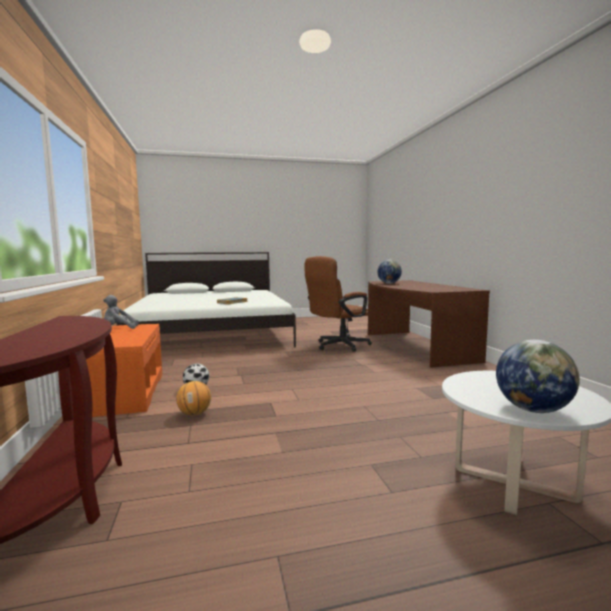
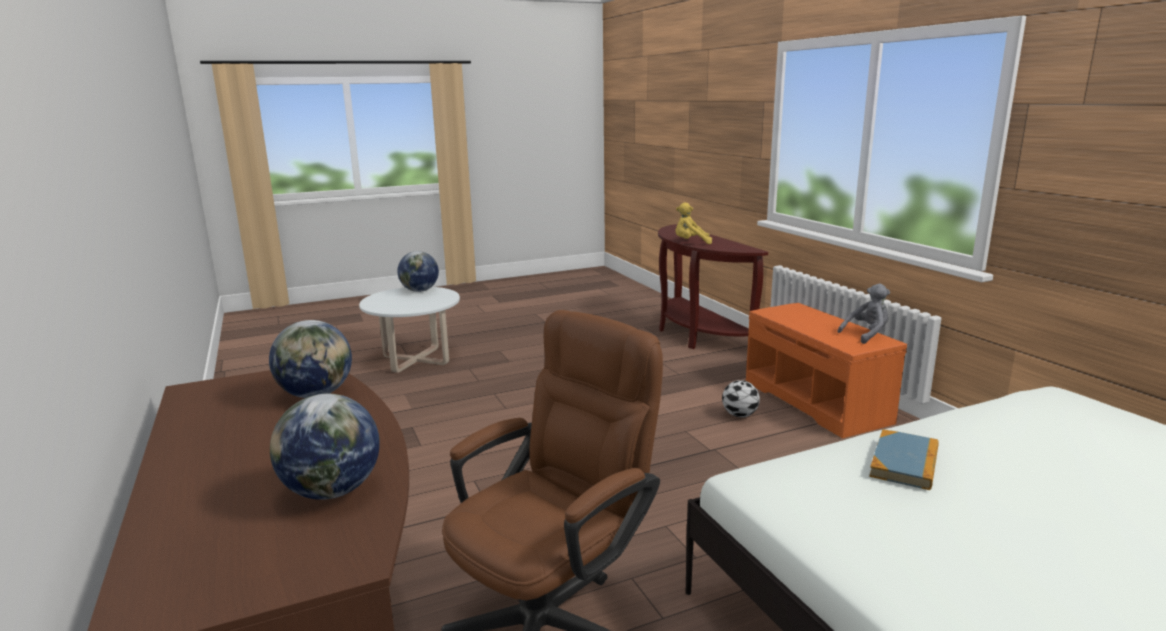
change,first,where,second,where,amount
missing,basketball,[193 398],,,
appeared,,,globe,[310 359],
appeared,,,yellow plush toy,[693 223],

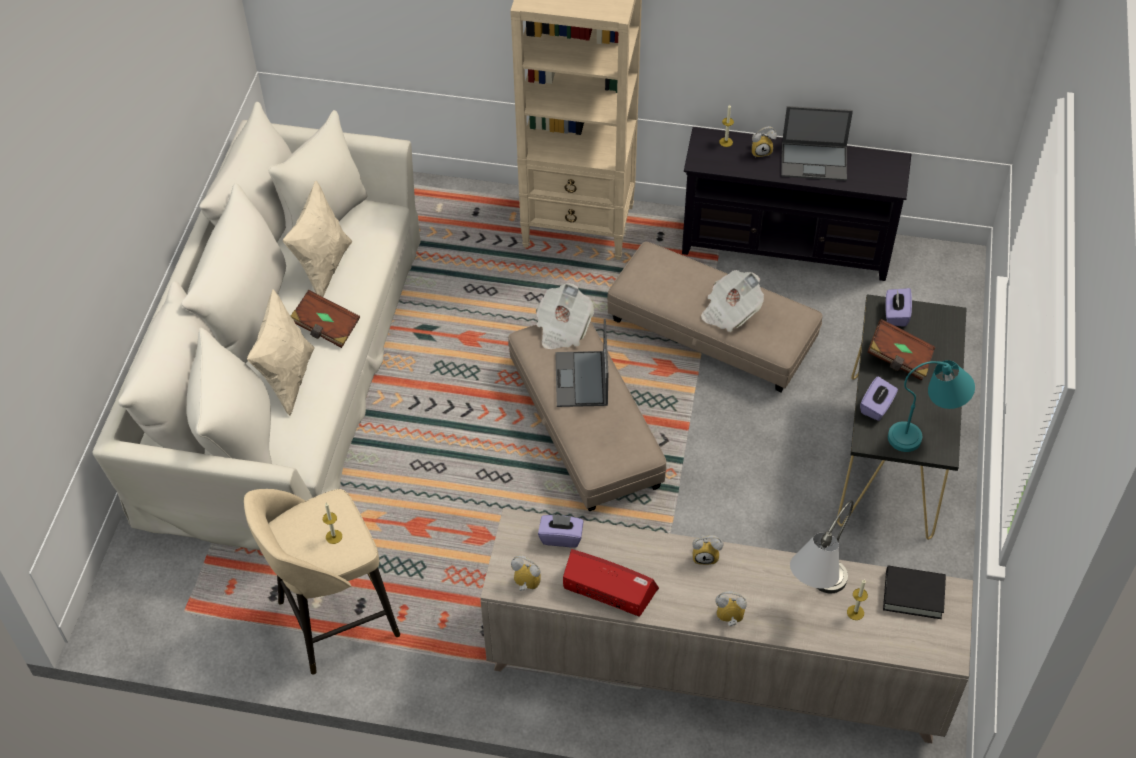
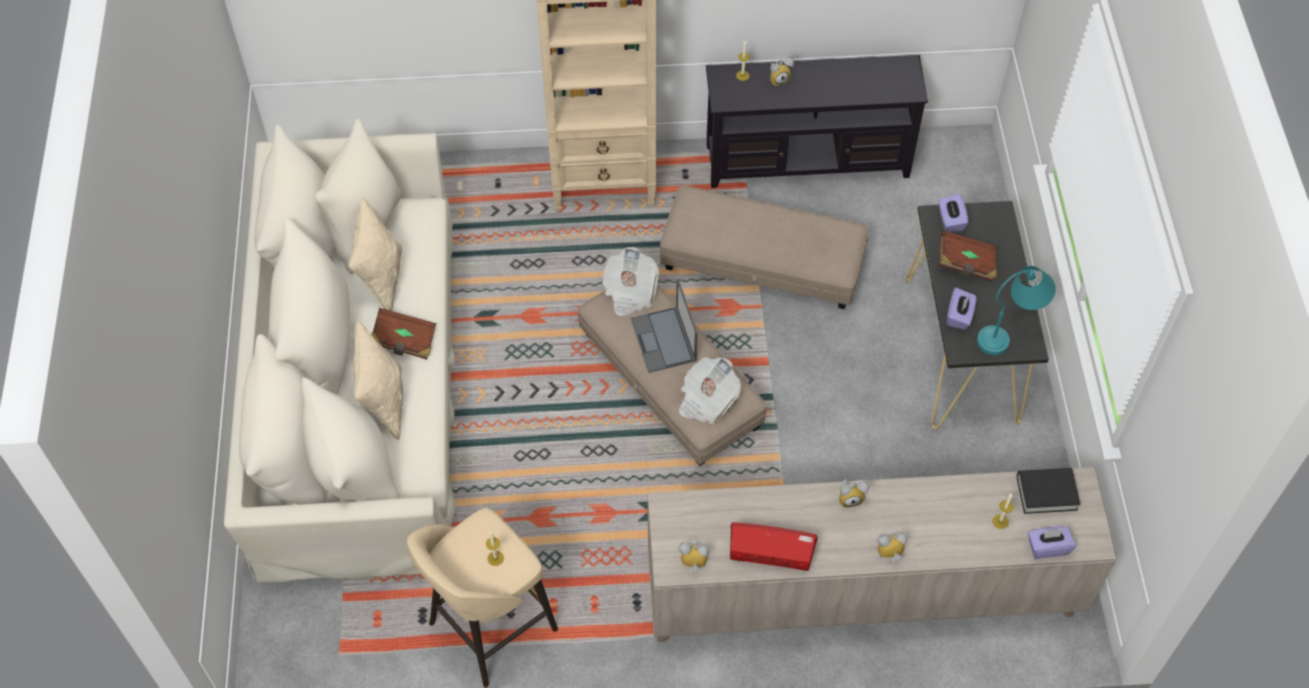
change,first,where,second,where,amount
relocated,purple tissue box,[561 531],,[1052 542],
relocated,newspaper,[732 301],,[710 390],
missing,laptop,[817 143],,,
missing,grey table lamp,[822 546],,,

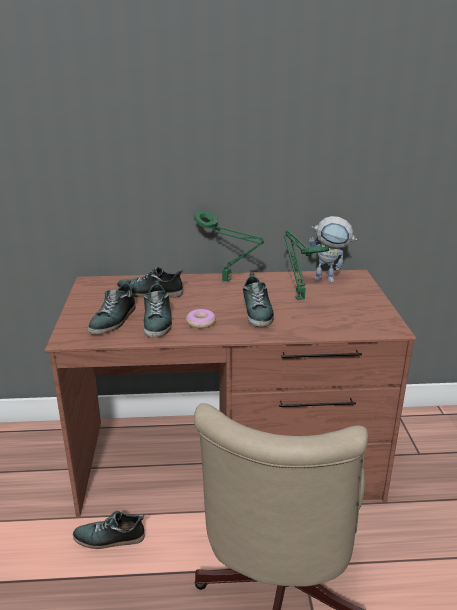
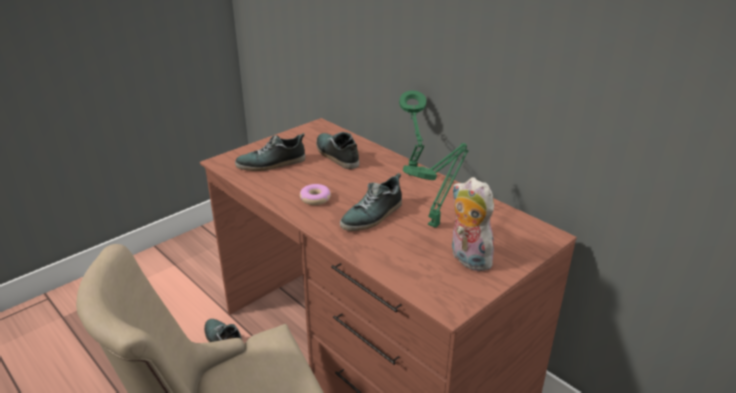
change,first,where,second,where,amount
missing,shoe,[158 309],,,
missing,toy robot,[333 249],,,
appeared,,,plush toy,[473 224],

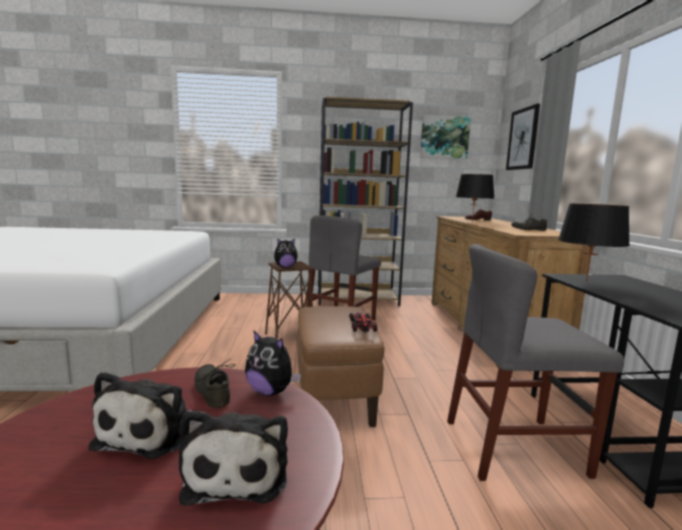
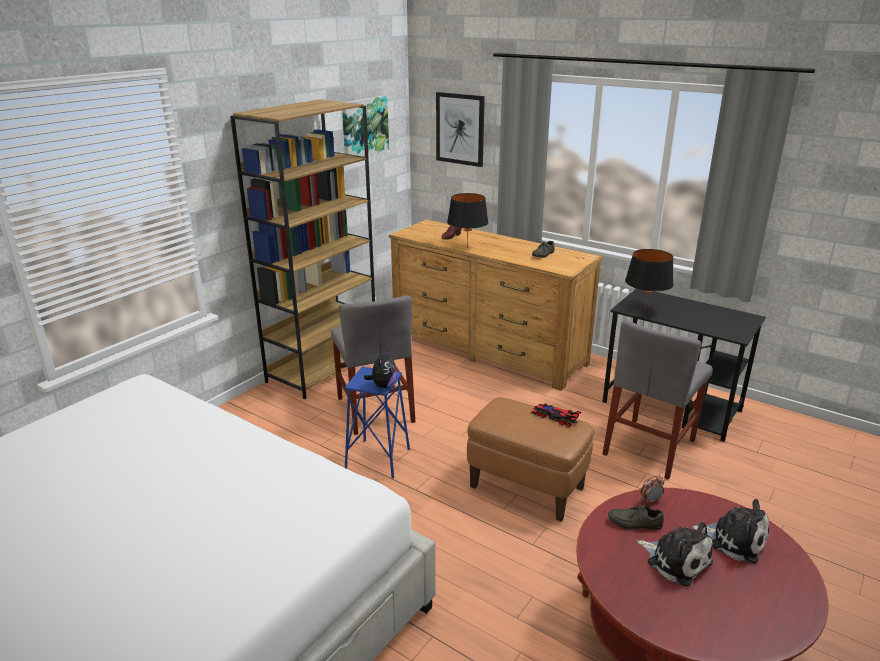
change,first,where,second,where,amount
exchanged,plush toy,[273 363],alarm clock,[652 490],
colour,brown stool,[289 300],blue stool,[377 422],

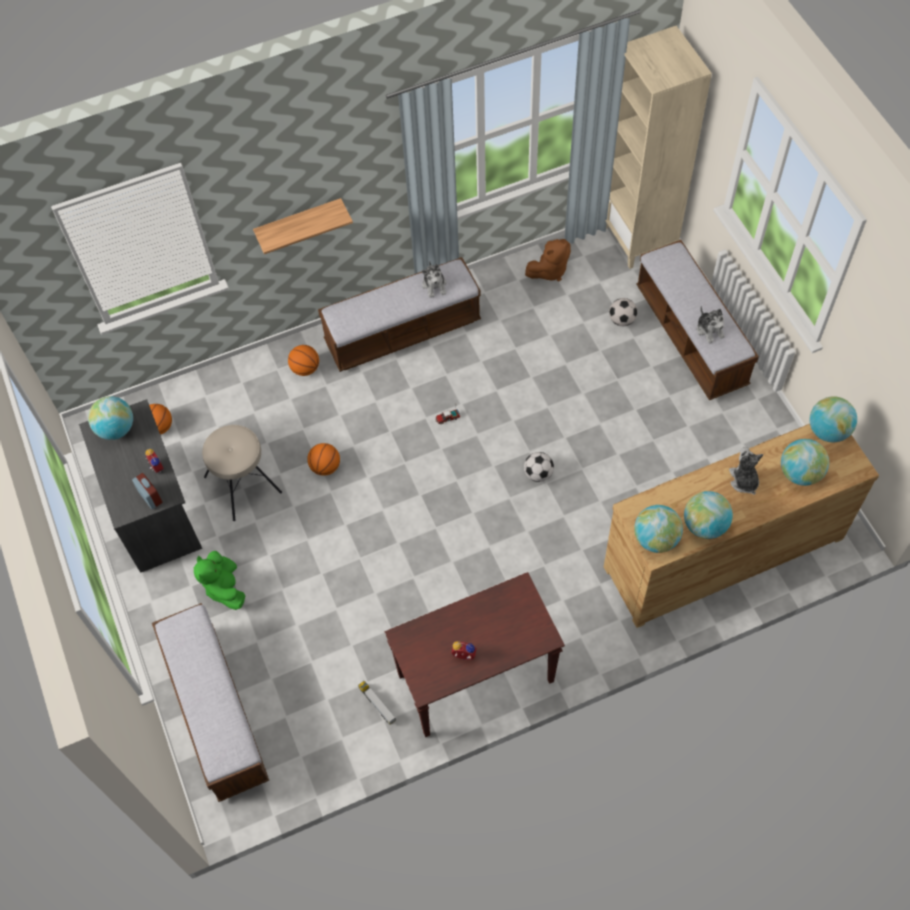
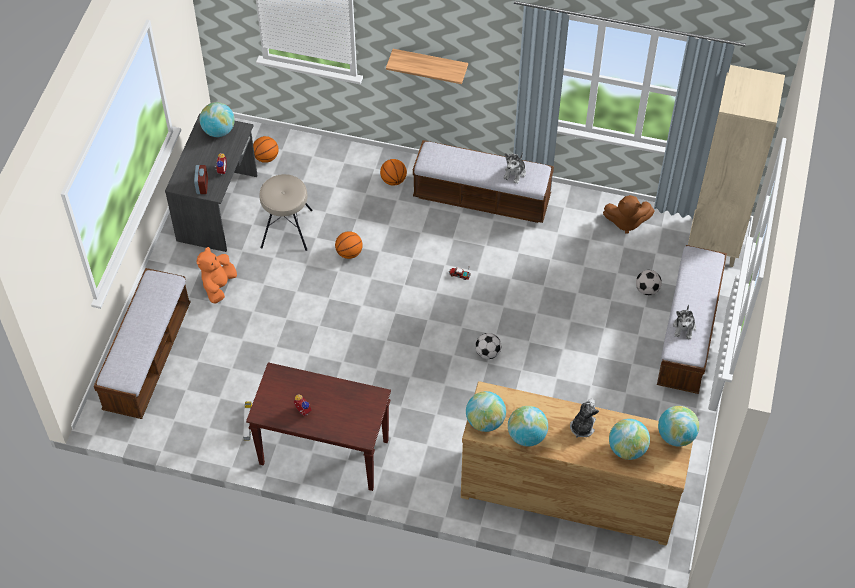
change,first,where,second,where,amount
colour,green plush toy,[219 580],orange plush toy,[217 275],

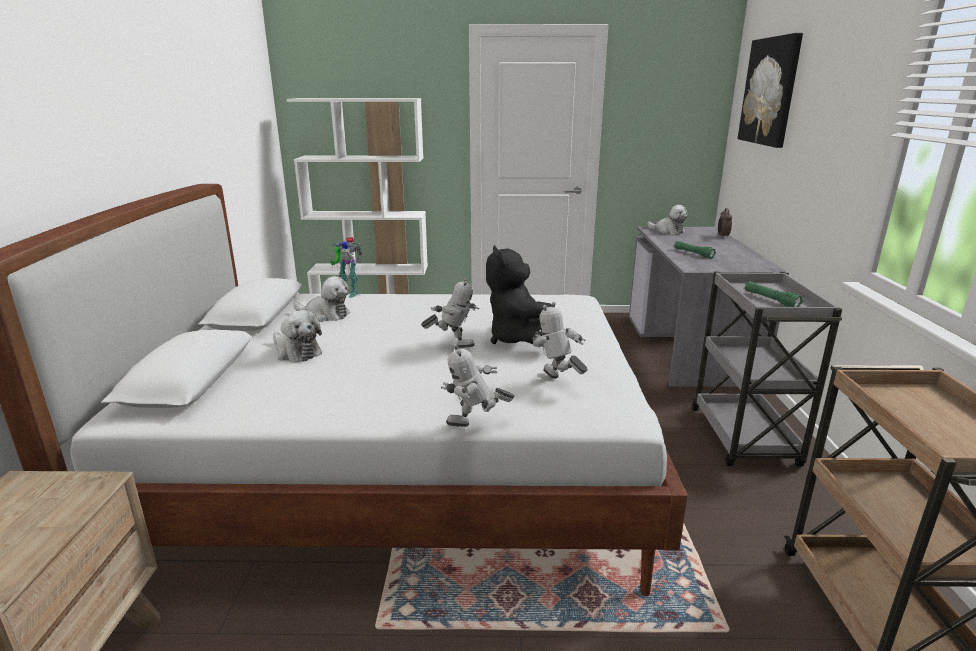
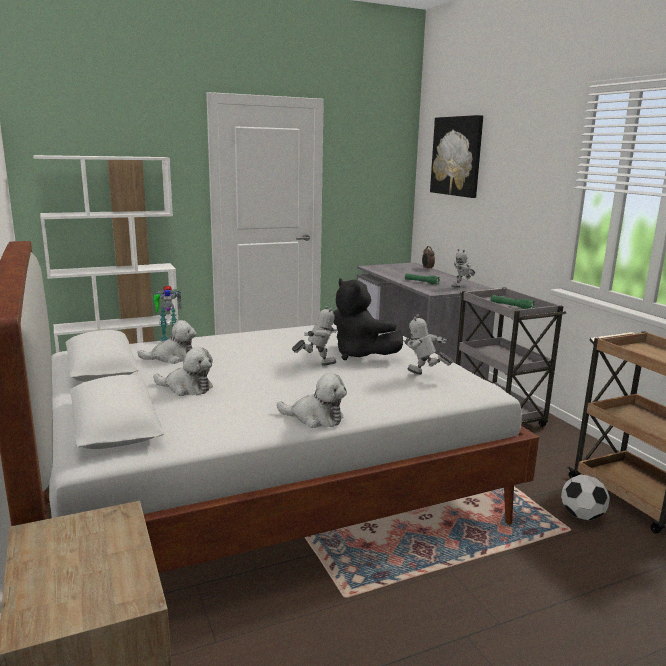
change,first,where,second,where,amount
relocated,toy robot,[478 385],,[463 268],
relocated,plush toy,[667 219],,[312 400],
appeared,,,football,[585 497],

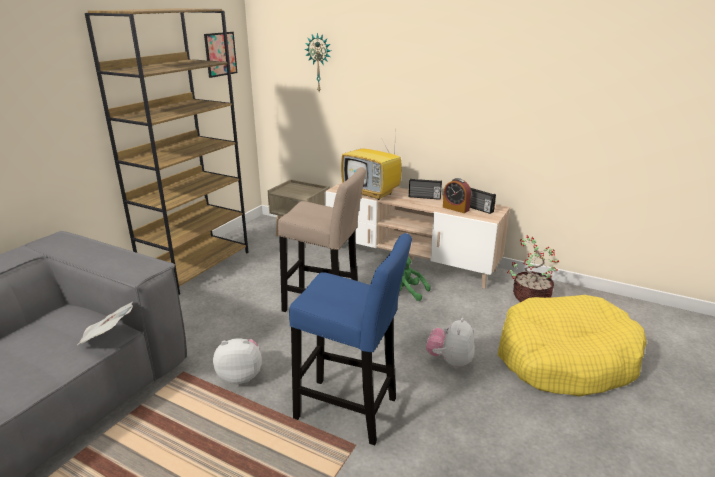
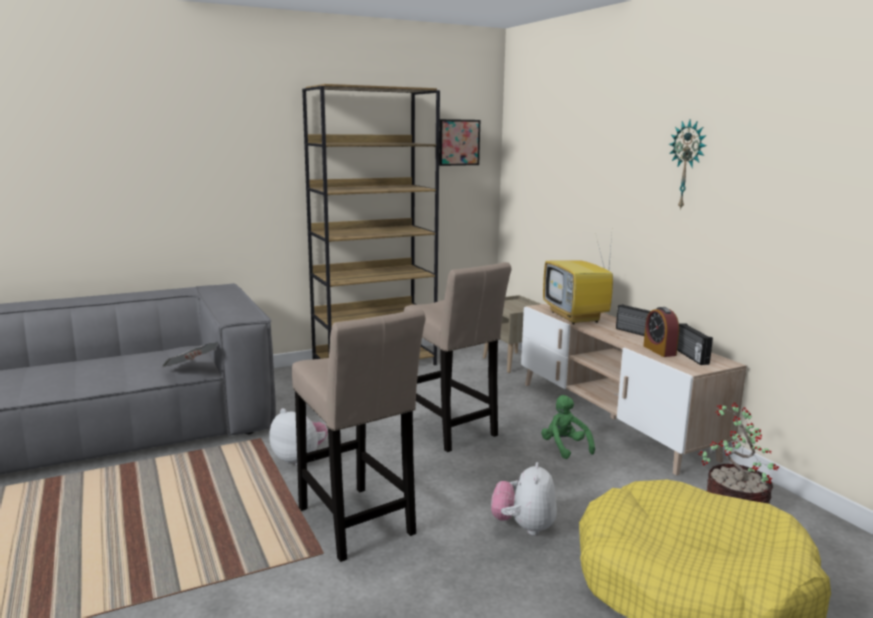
change,first,where,second,where,amount
colour,blue stool,[350 339],beige stool,[359 435],
relocated,wall clock,[317 62],,[688 165],
spun,plush toy,[450 343],,[524 498],45 degrees counterclockwise

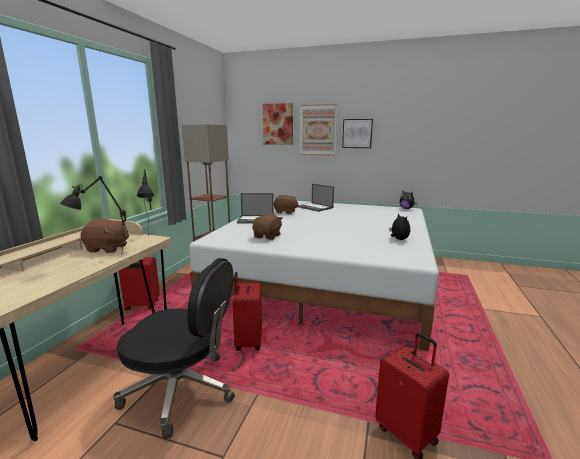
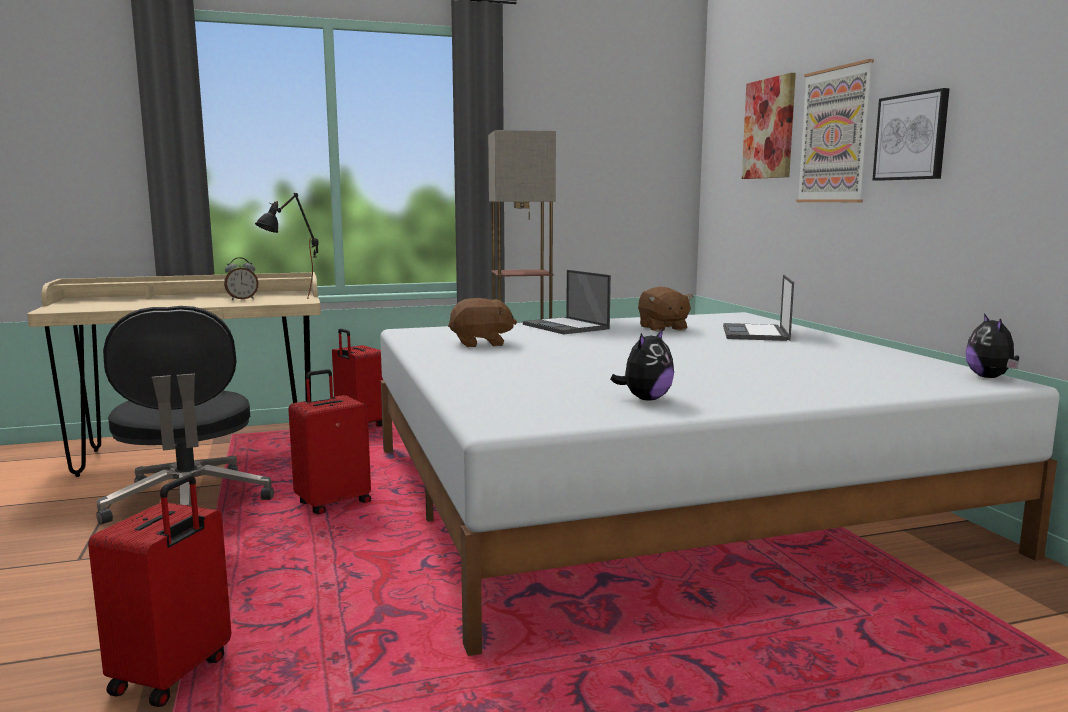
change,first,where,second,where,amount
missing,black table lamp,[93 215],,,
exchanged,brown plush toy,[105 236],alarm clock,[241 278],

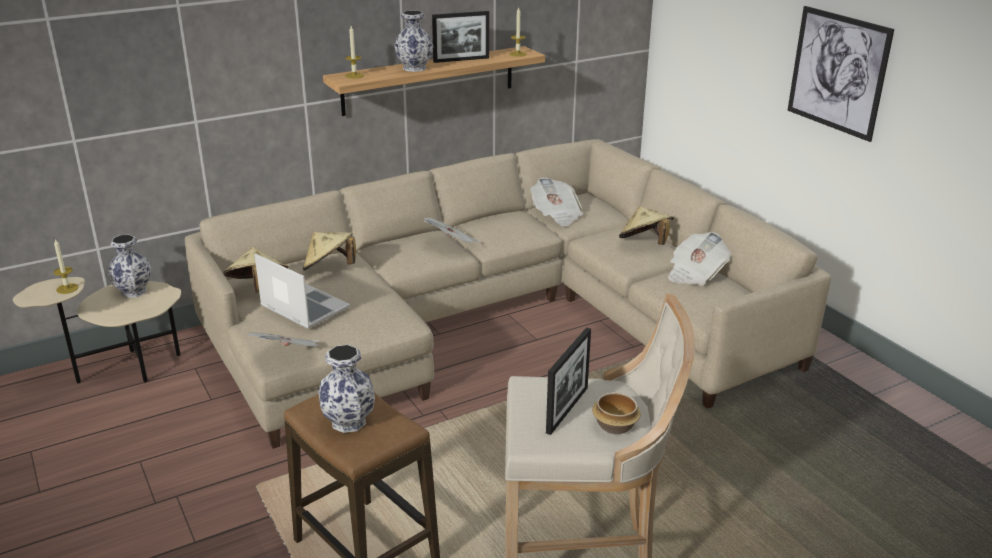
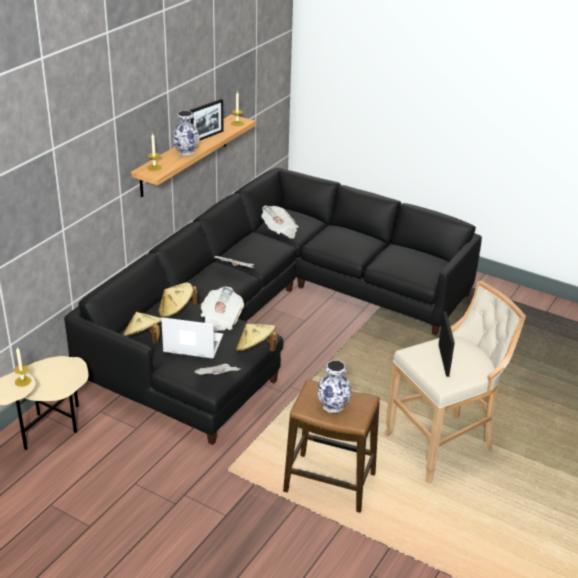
change,first,where,second,where,amount
missing,vase,[129 266],,,
colour,beige sofa,[508 294],black sofa,[273 306],
missing,bowl,[616 413],,,
relocated,beige hat,[646 225],,[256 337],
relocated,newspaper,[699 259],,[222 308],
missing,picture,[841 74],,,

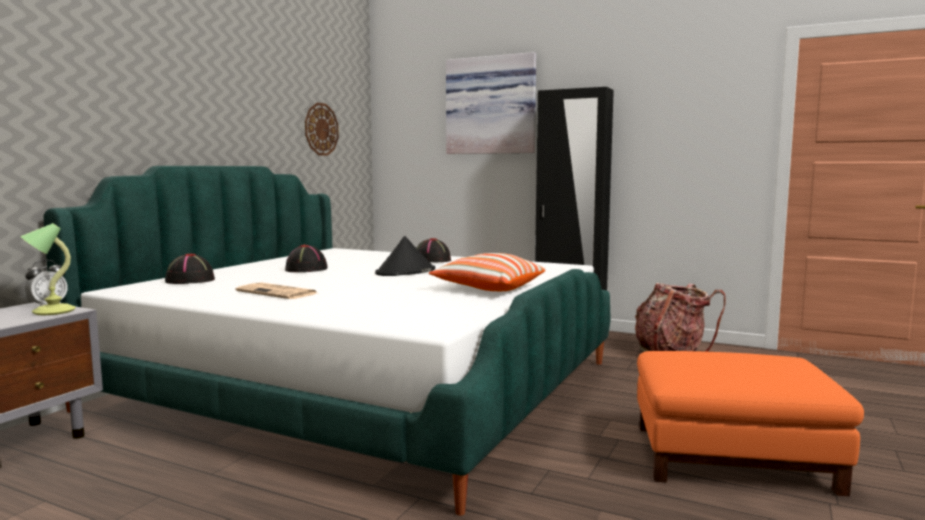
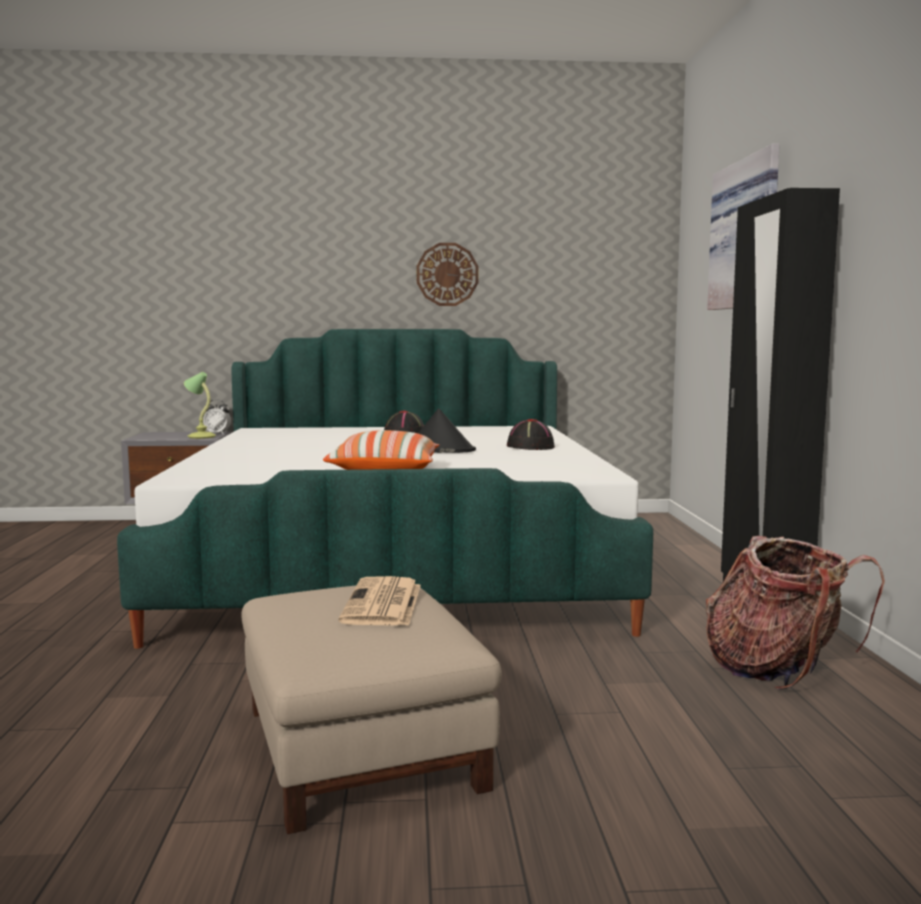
change,first,where,second,where,amount
missing,black hat,[190 269],,,
relocated,newspaper,[276 290],,[379 601],
relocated,wall clock,[322 129],,[447 274],
colour,orange ottoman,[750 423],beige ottoman,[371 709],

